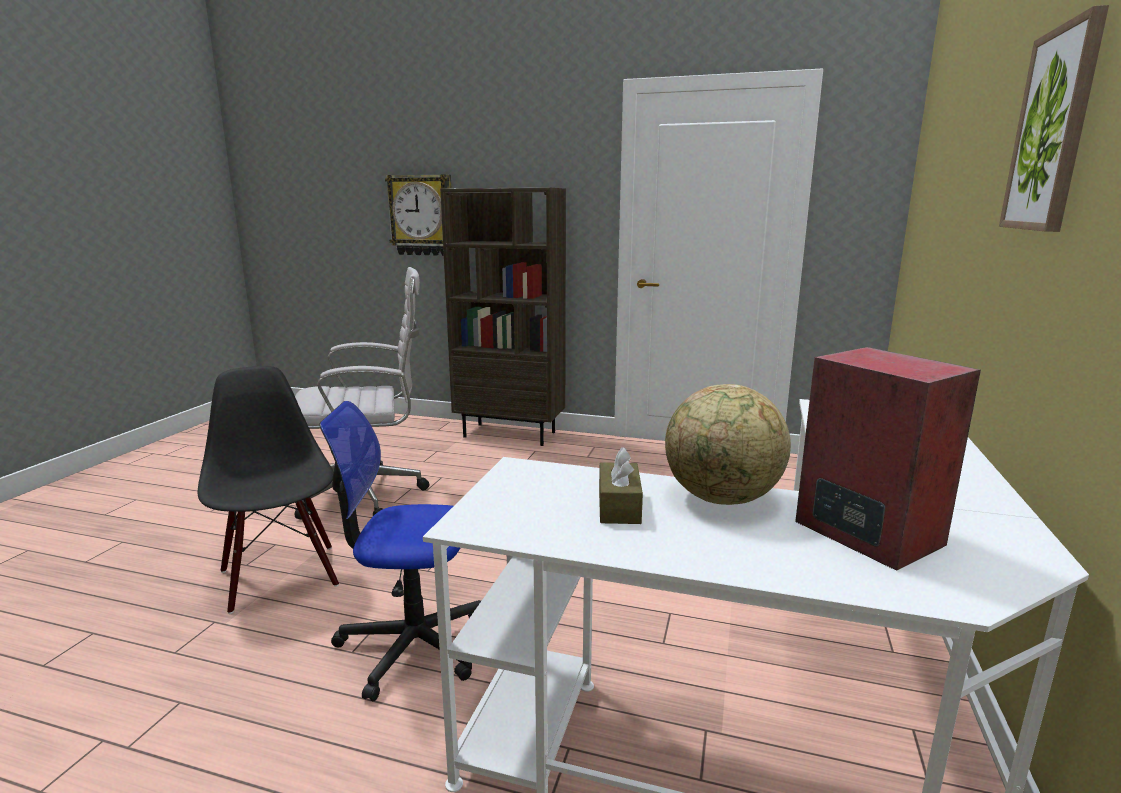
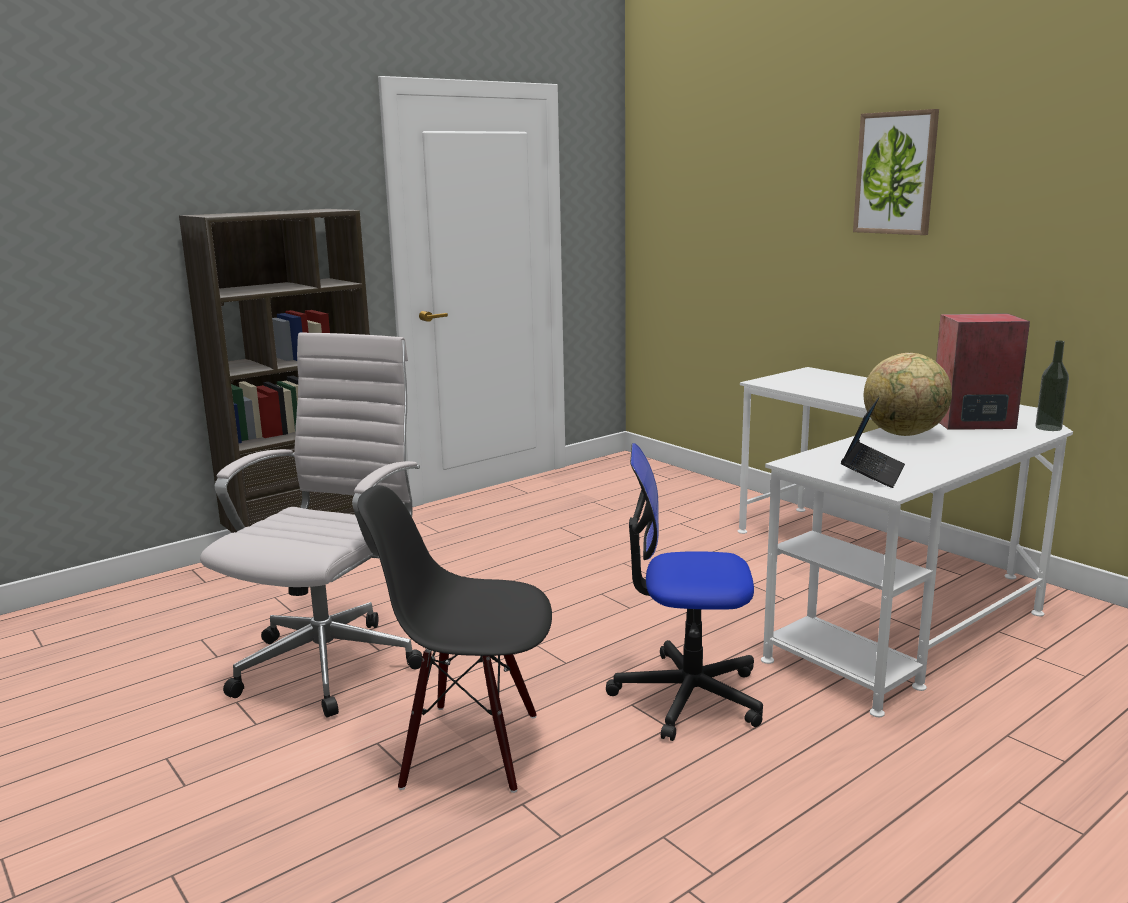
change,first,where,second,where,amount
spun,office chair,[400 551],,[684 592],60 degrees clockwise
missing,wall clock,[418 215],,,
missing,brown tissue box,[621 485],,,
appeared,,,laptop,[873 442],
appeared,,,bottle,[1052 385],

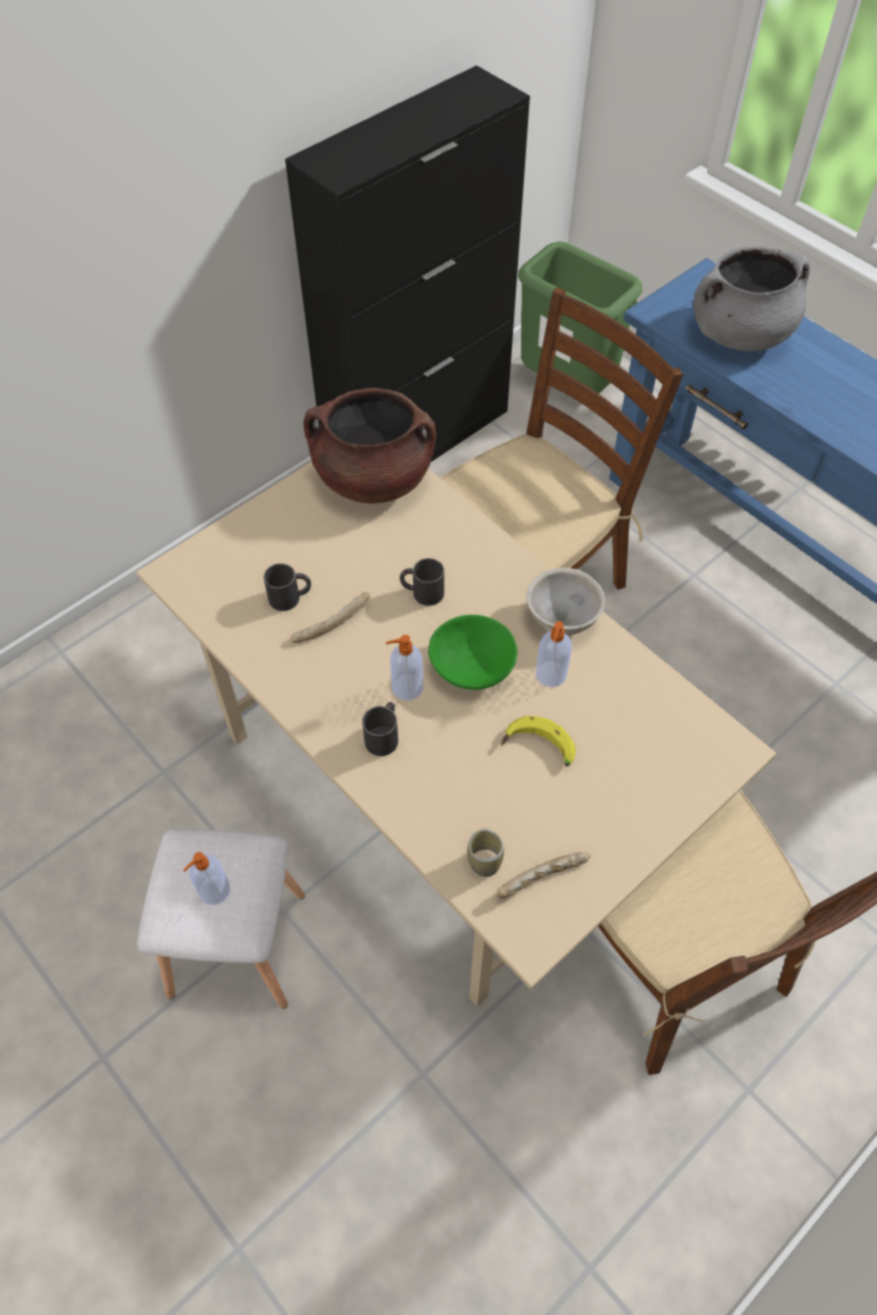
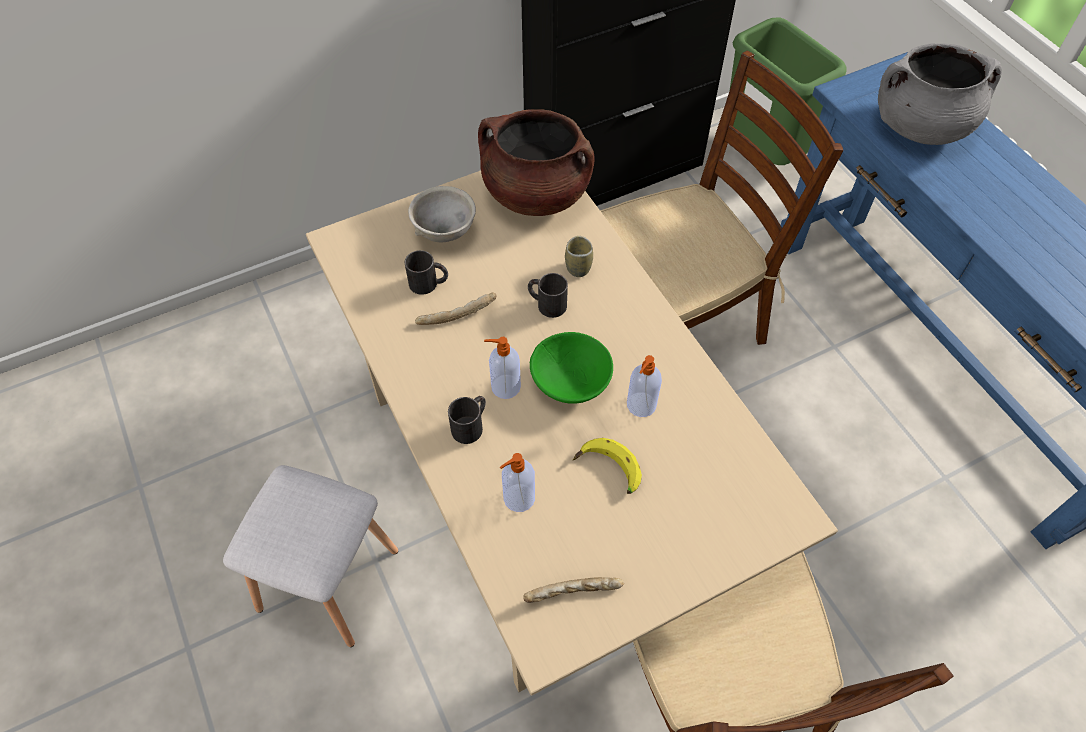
change,first,where,second,where,amount
relocated,soap dispenser,[207 878],,[517 482],
relocated,cup,[485 853],,[579 256],
relocated,grey bowl,[565 601],,[442 214],

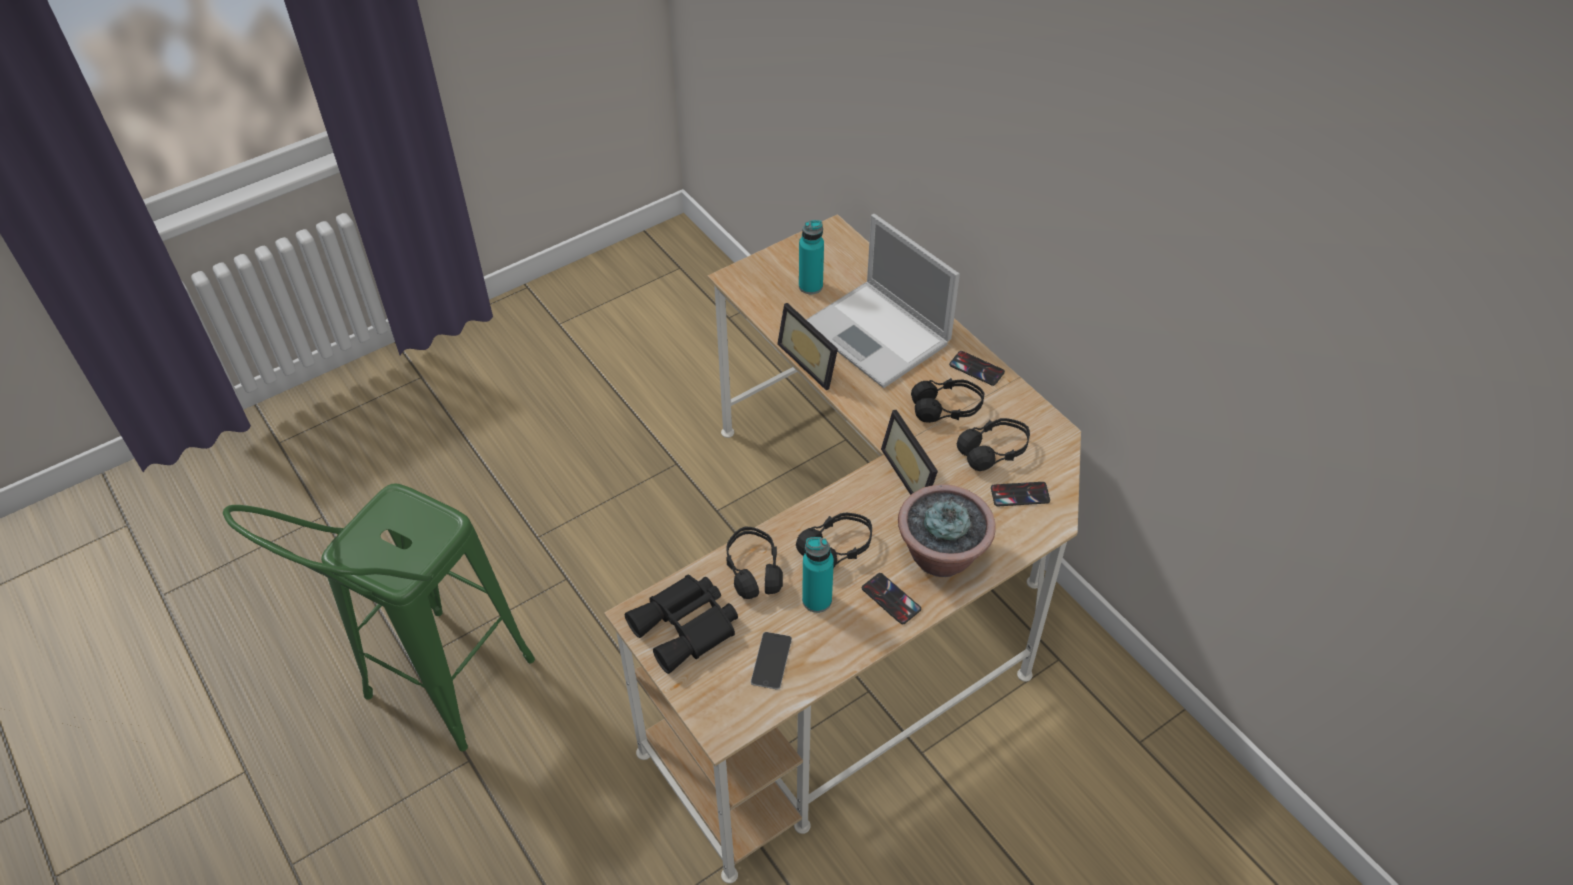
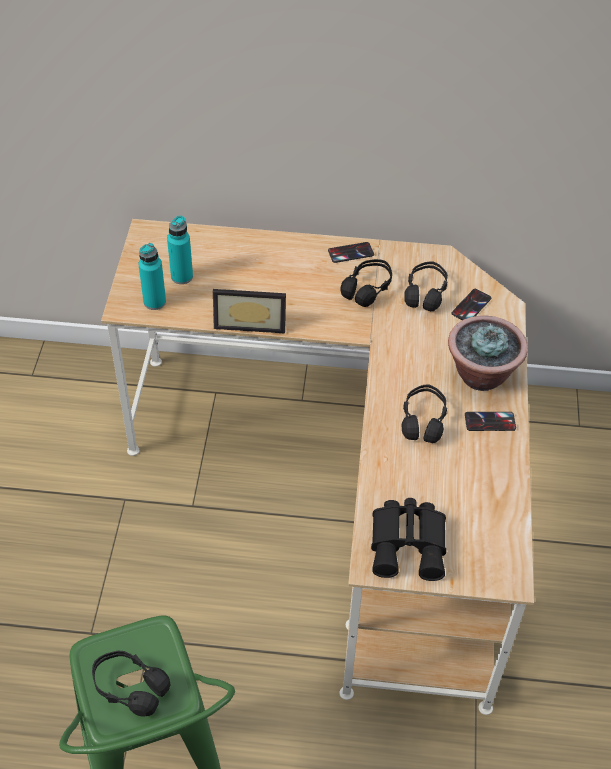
change,first,where,second,where,amount
relocated,black headphones,[754 563],,[131 684],
missing,phone,[771 661],,,
relocated,turquoise bottle,[818 575],,[152 276],
missing,laptop,[883 301],,,
missing,picture frame,[909 452],,,

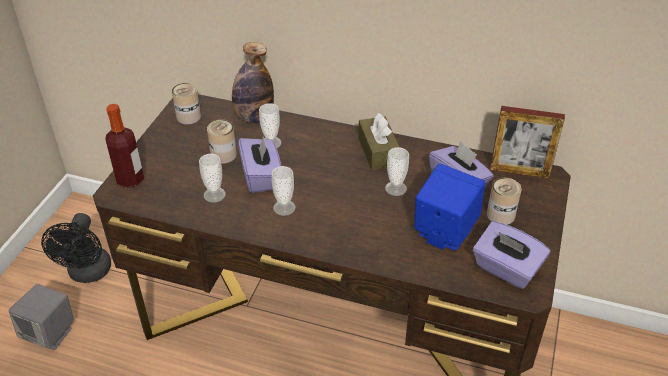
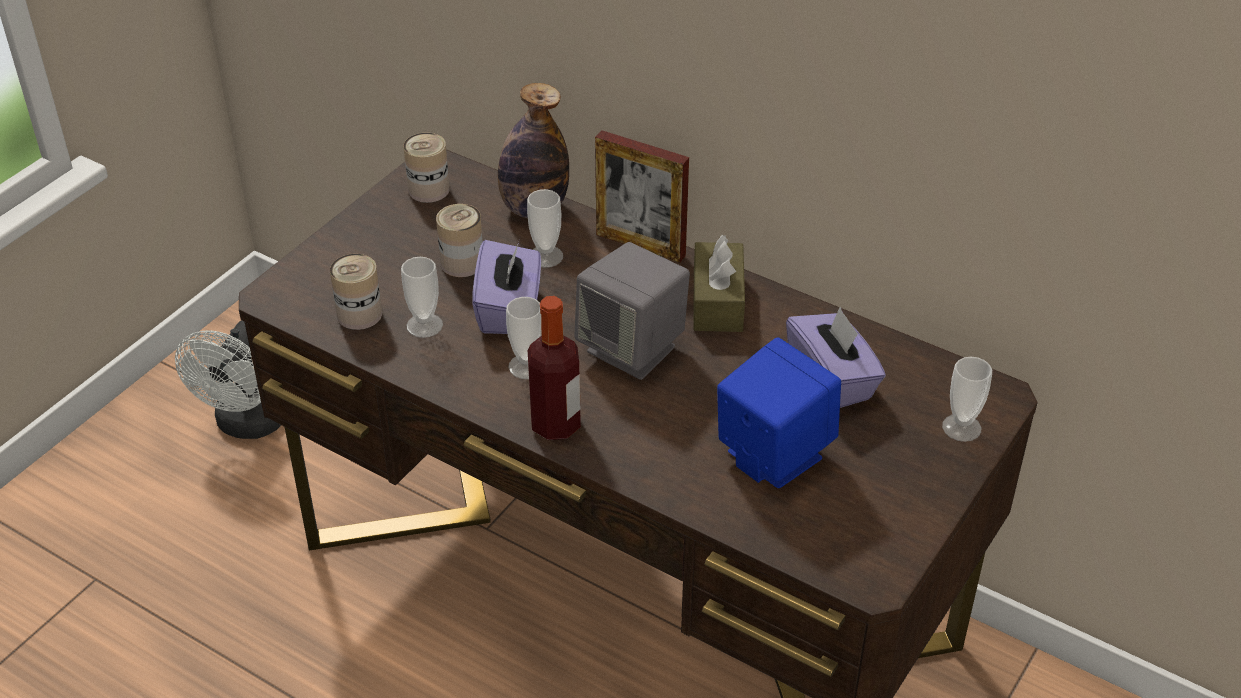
change,first,where,second,where,amount
relocated,grey speaker,[41 317],,[632 311],
colour,black fan,[76 248],white fan,[228 380],
relocated,bottle,[124 146],,[554 368],
relocated,cup,[397 171],,[967 399],
missing,purple tissue box,[511 255],,,
relocated,can,[504 201],,[356 292],
relocated,picture frame,[527 142],,[642 196],

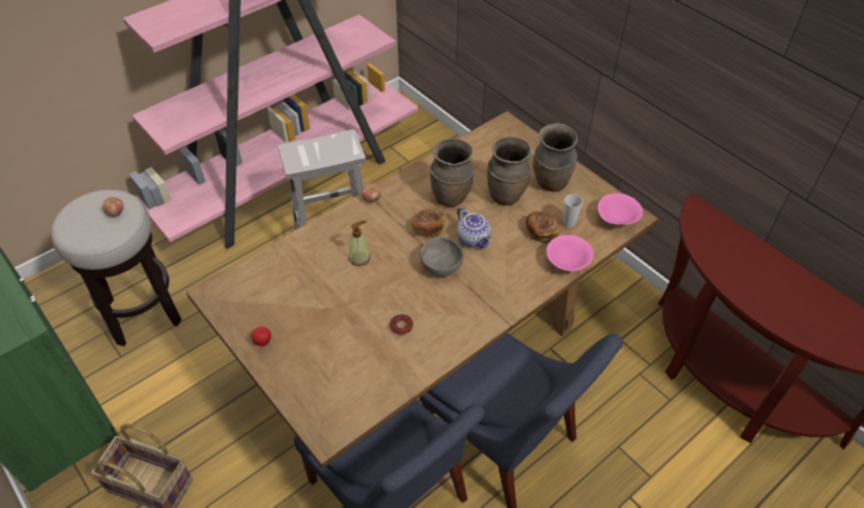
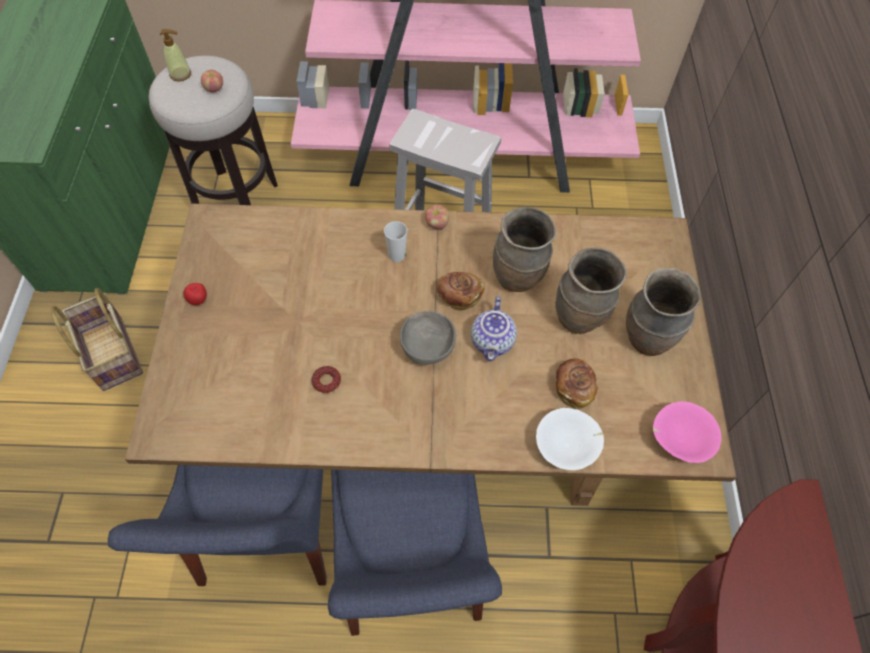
change,first,where,second,where,amount
relocated,soap dispenser,[359 243],,[175 55],
colour,pink bowl,[569 253],white bowl,[570 439],
relocated,cup,[573 211],,[396 241],

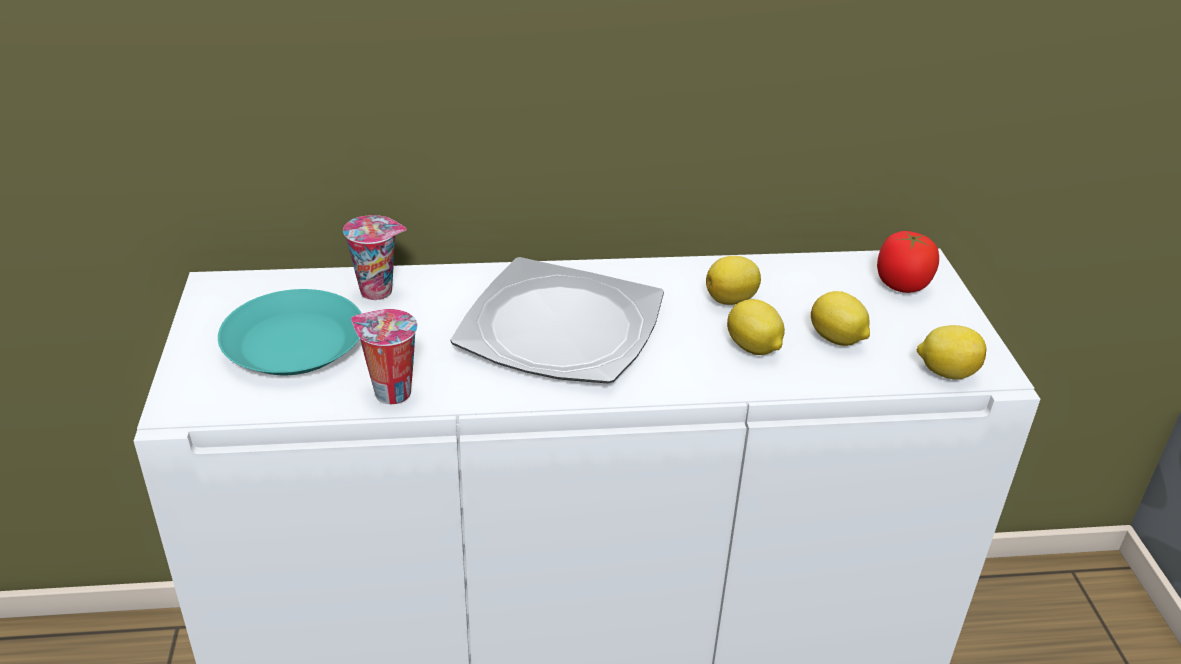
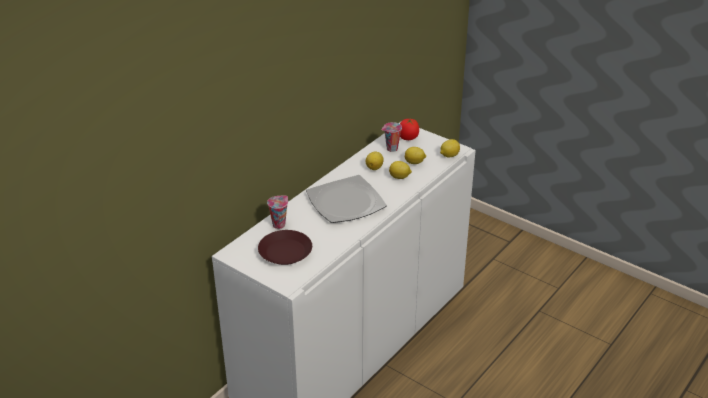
change,first,where,second,where,amount
colour,turquoise plate,[290 332],brown plate,[285 247],
relocated,cup,[384 356],,[391 137],

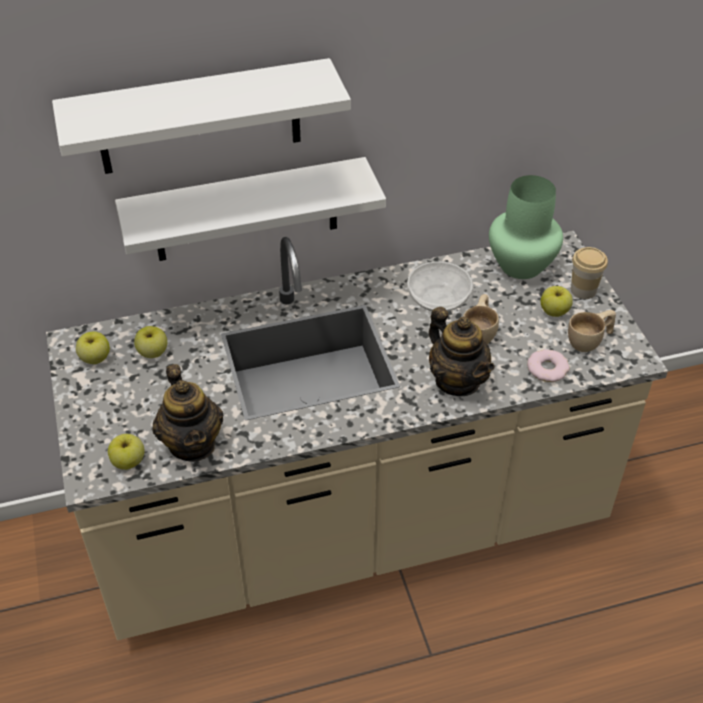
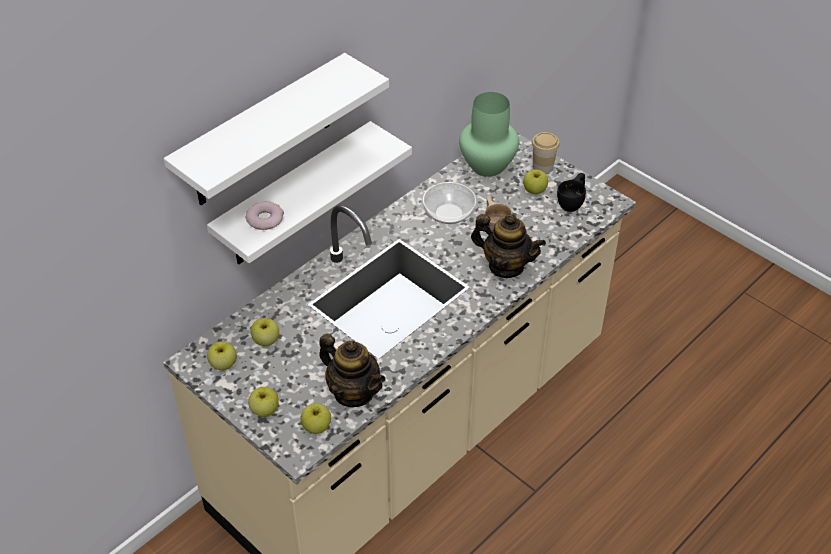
change,first,where,second,where,amount
relocated,donut,[548 365],,[265 215],
colour,beige cup,[592 331],black cup,[571 192],
appeared,,,apple,[263 402],

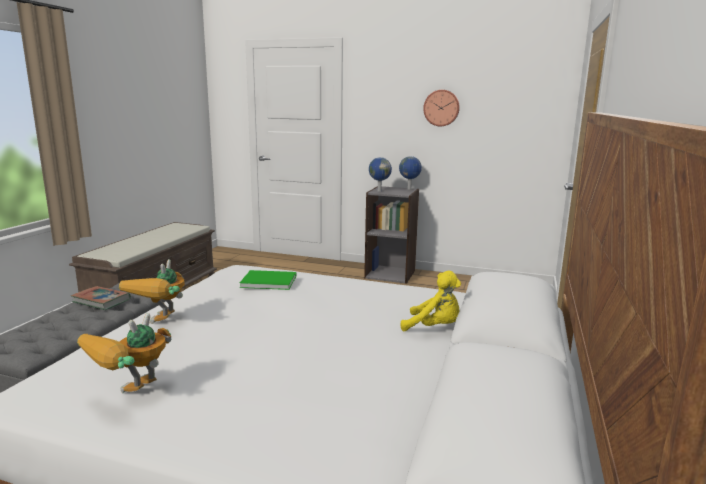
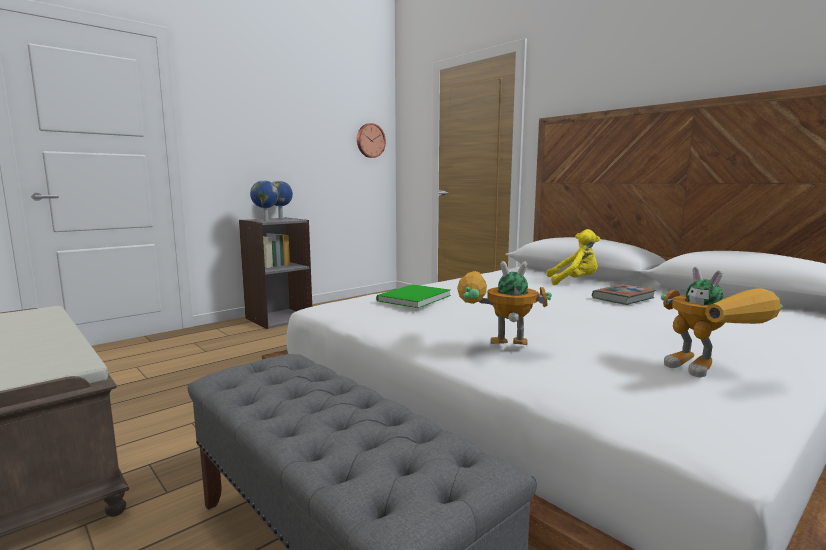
change,first,where,second,where,amount
relocated,book,[101 298],,[624 294],
spun,toy robot,[152 291],,[504 303],150 degrees clockwise
spun,yellow plush toy,[431 301],,[573 257],45 degrees clockwise
relocated,wall clock,[441 108],,[371 140],

